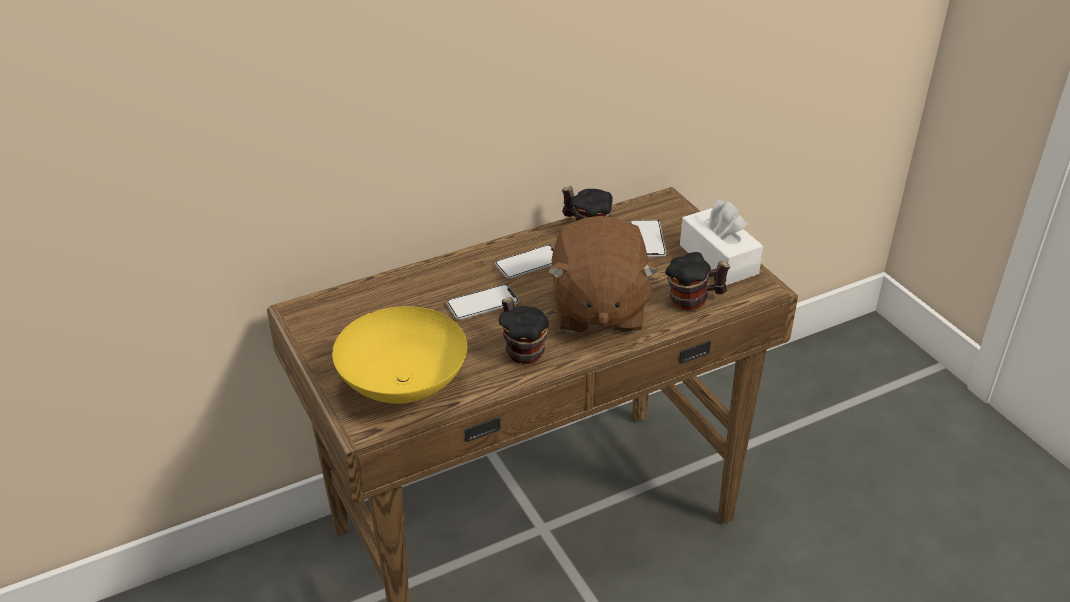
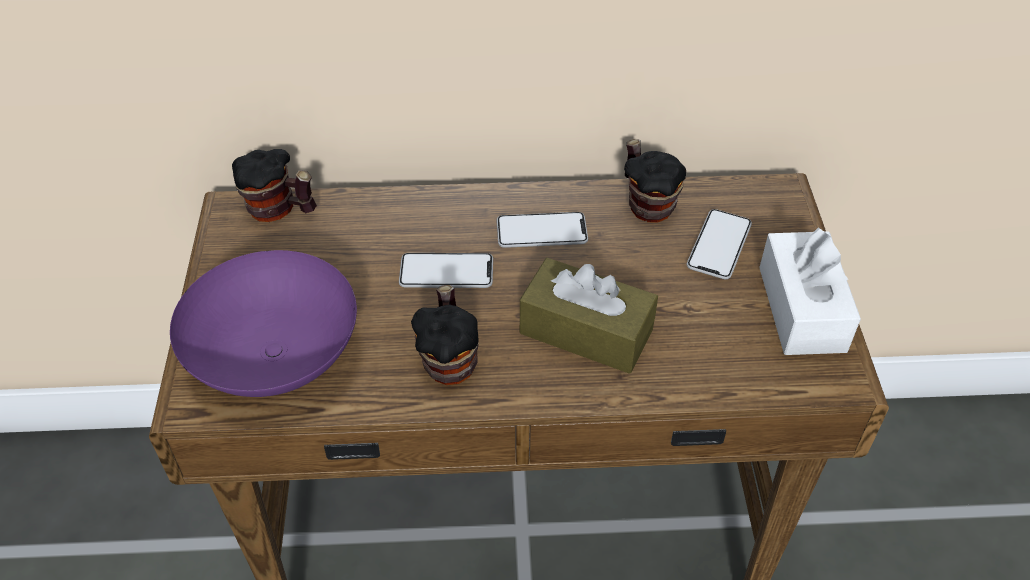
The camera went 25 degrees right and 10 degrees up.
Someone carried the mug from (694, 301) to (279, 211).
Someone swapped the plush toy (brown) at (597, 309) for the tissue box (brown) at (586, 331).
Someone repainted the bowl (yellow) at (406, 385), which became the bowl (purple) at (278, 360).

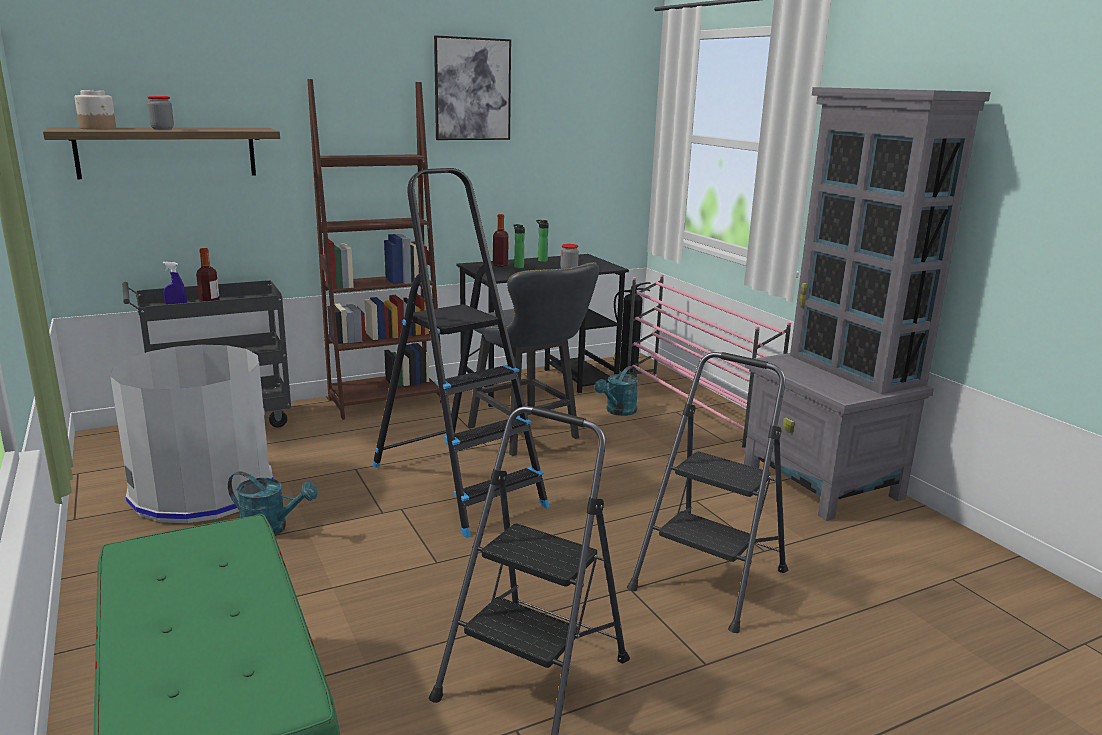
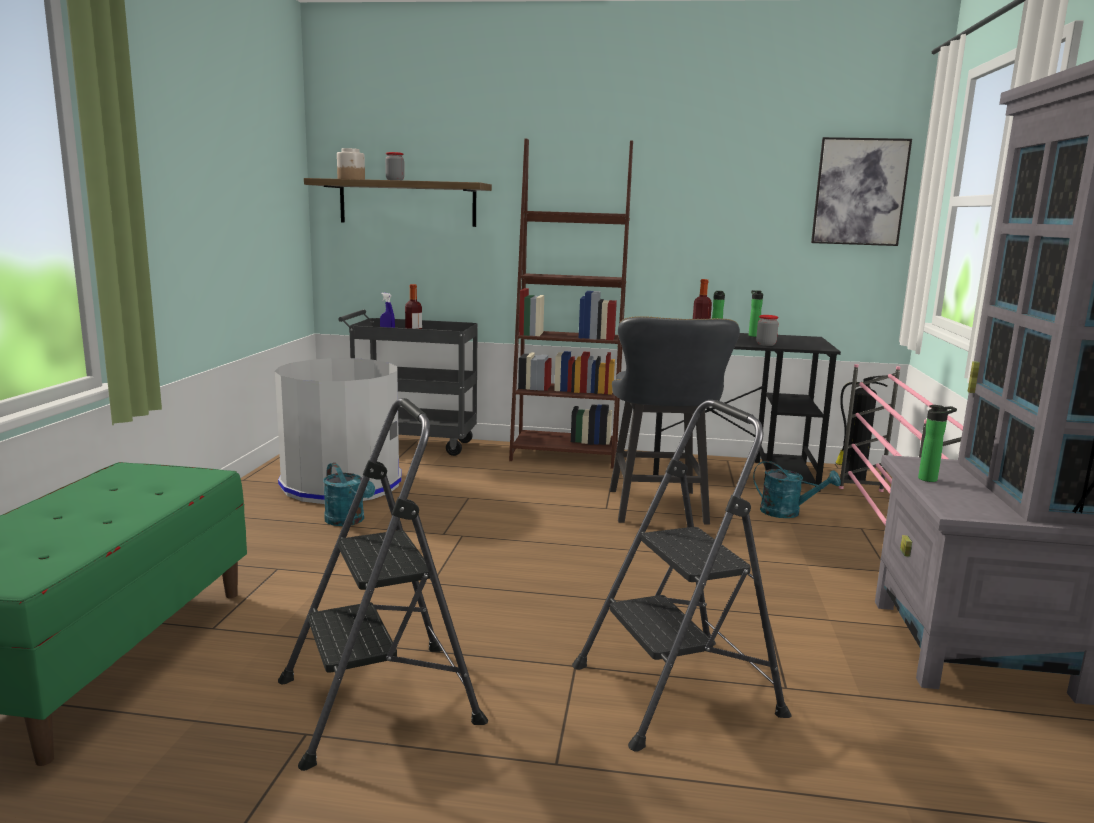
The camera went 35 degrees right and 5 degrees down.
Someone took away the step ladder (black) at (457, 485).
Someone put down the bottle at (930, 479).
Someone carried the picture from (472, 89) to (859, 192).
Someone rotated the watering can (turquoise) at (618, 412) by 135 degrees counterclockwise.

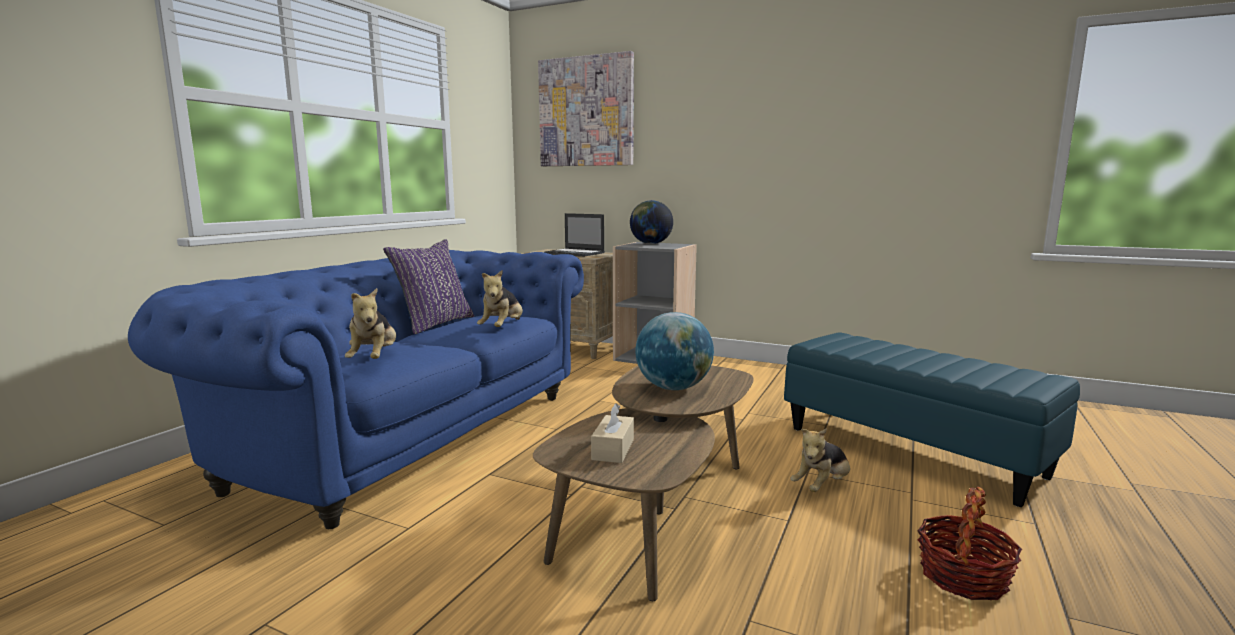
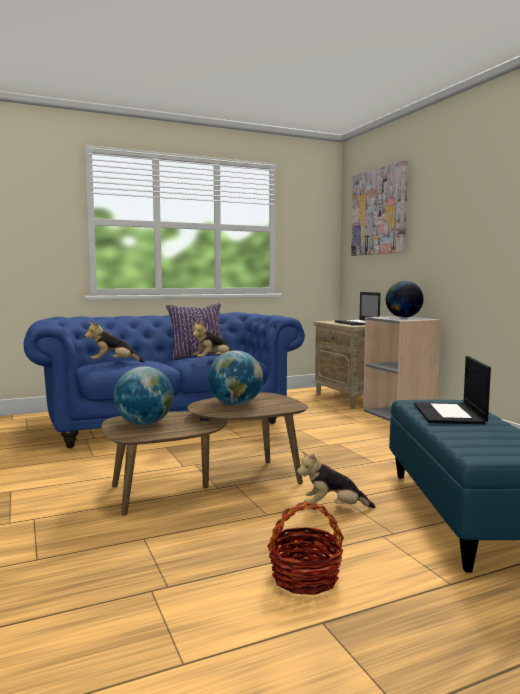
The camera went 40 degrees right and 5 degrees down.
Someone put down the laptop at (449, 414).
Someone swapped the tissue box (beige) at (613, 449) for the globe at (144, 424).
Someone rotated the plush toy at (374, 359) by 45 degrees clockwise.

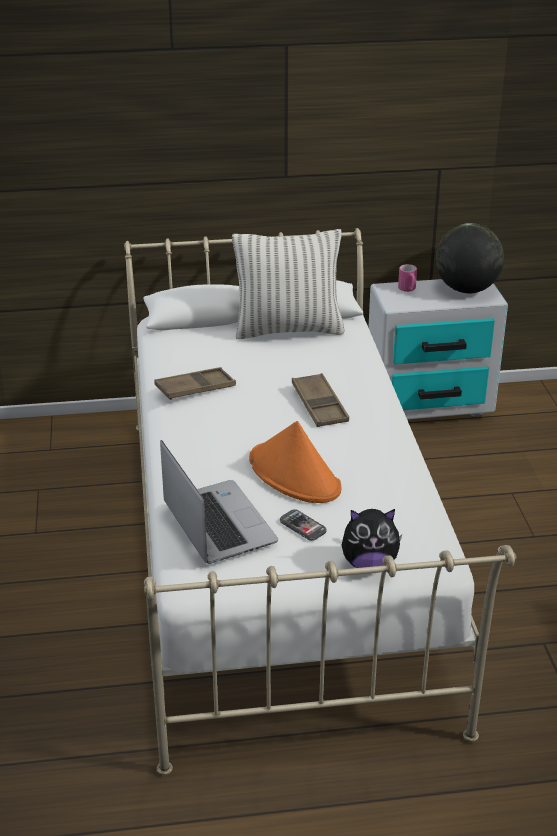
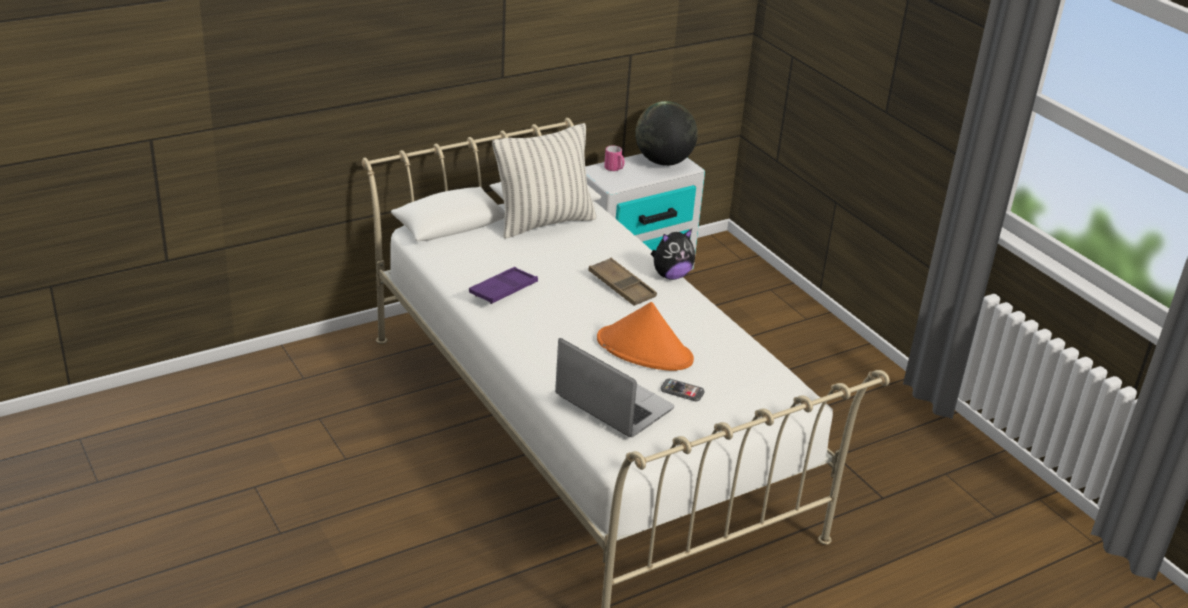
The camera went 25 degrees left and 0 degrees up.
Someone carried the plush toy from (369, 564) to (671, 275).
Someone repainted the tray (brown) at (195, 388), which became the tray (purple) at (503, 290).

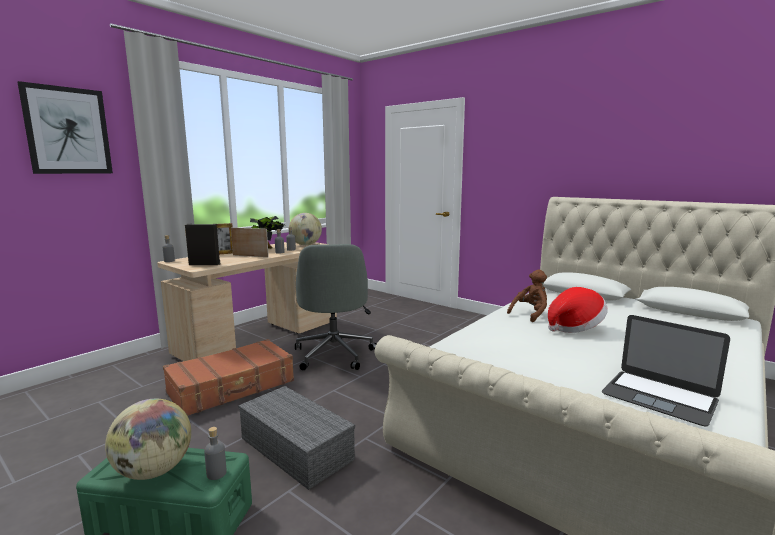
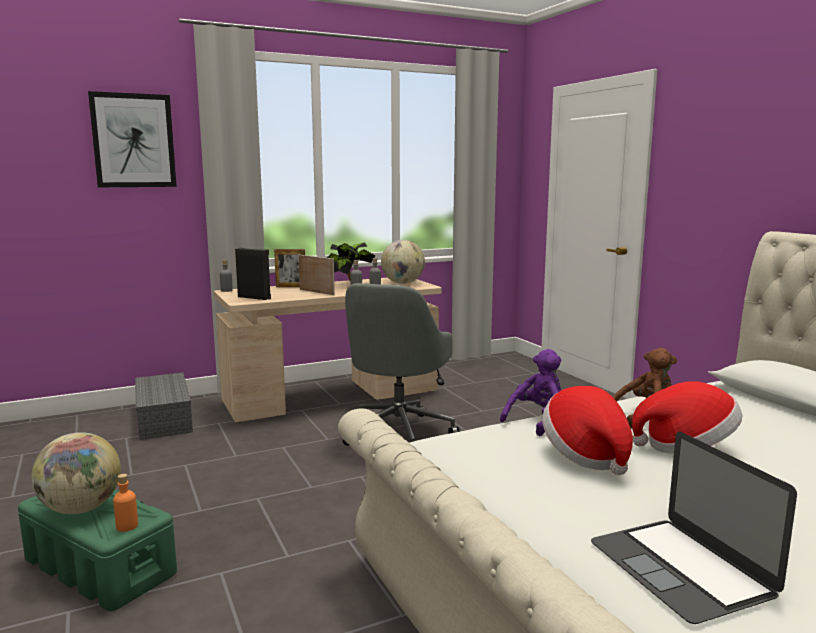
The camera went 25 degrees right and 0 degrees up.
Someone took away the suitcase (brown) at (232, 387).
Someone put down the plush toy (purple) at (537, 421).
Someone put down the hat at (586, 455).
Someone carried the storage box (grey) from (298, 448) to (165, 419).
Someone repainted the bottle (grey) at (216, 473), which became the bottle (orange) at (127, 526).

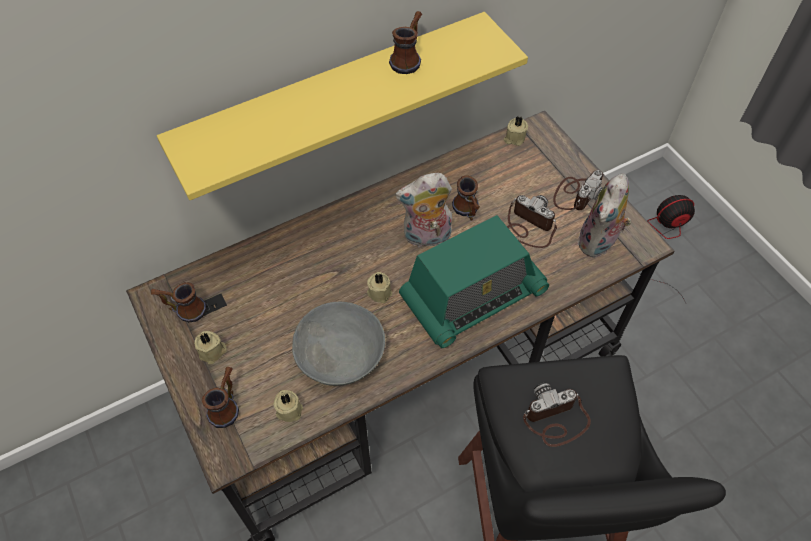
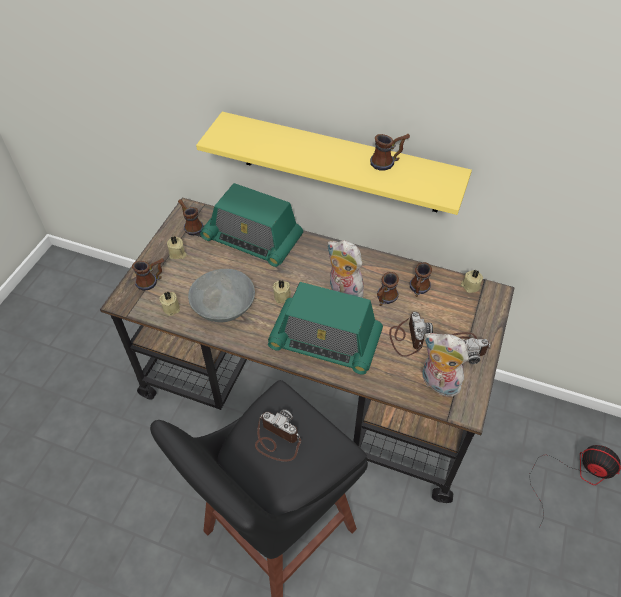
The camera went 50 degrees right and 5 degrees down.
Someone put down the radio at (252, 239).
Someone put down the mug at (418, 290).
Someone rotated the plush toy at (599, 243) by 45 degrees clockwise.

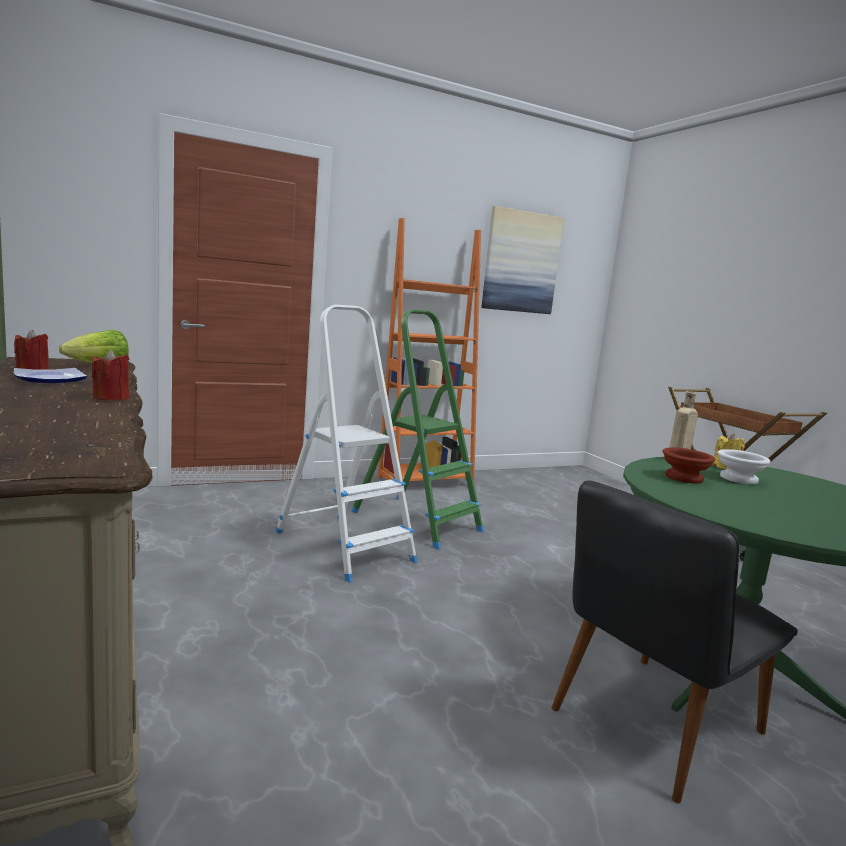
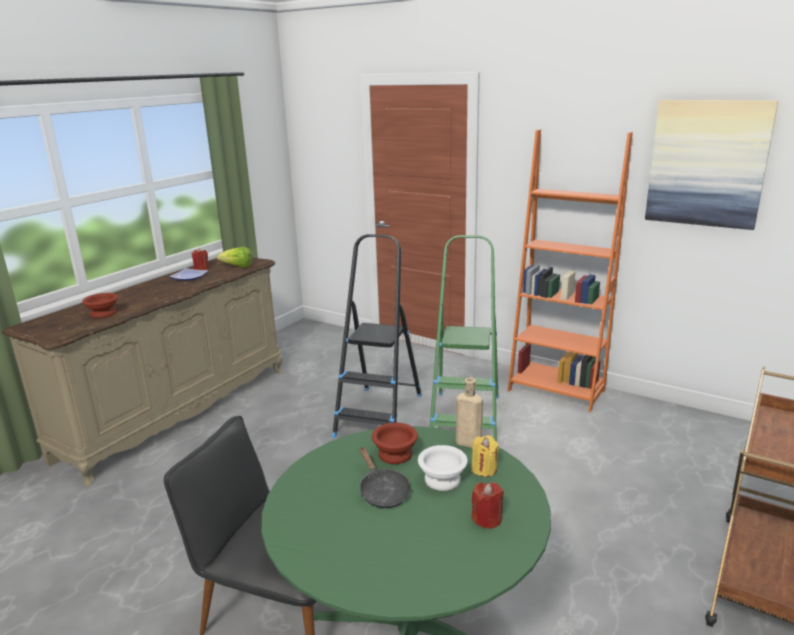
The camera went 60 degrees right and 10 degrees up.
Someone put down the bowl (brown) at (102, 314).
Someone put down the frying pan (black) at (382, 491).
Someone carried the candle (red) from (111, 398) to (487, 519).
Someone repainted the step ladder (white) at (345, 546), which became the step ladder (black) at (378, 415).

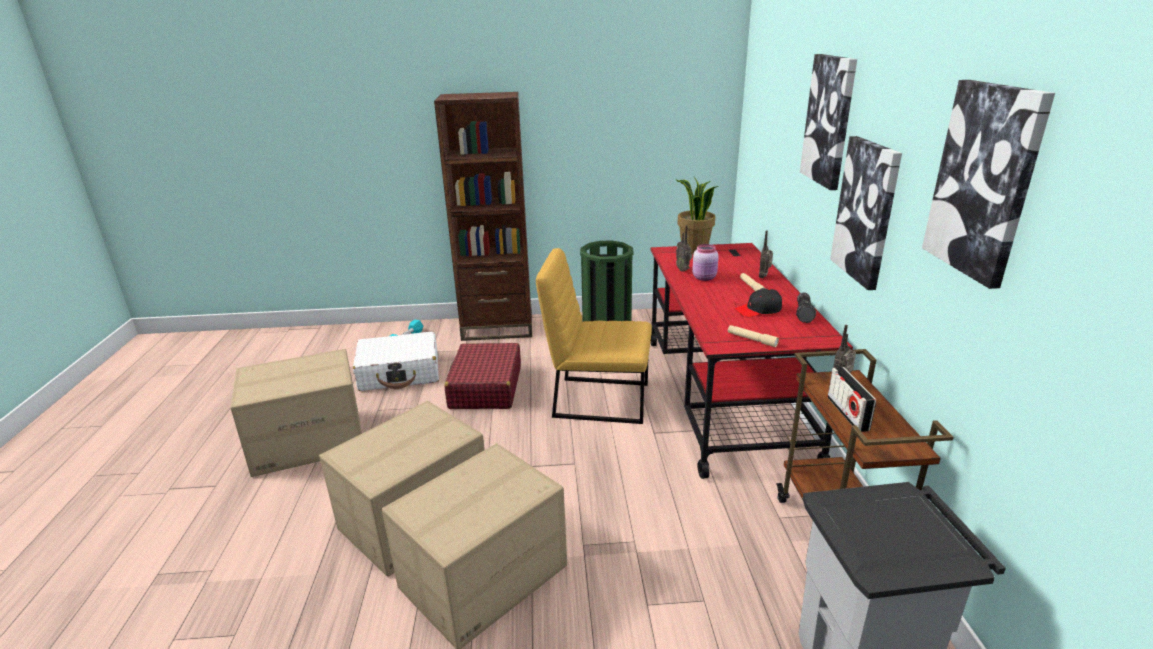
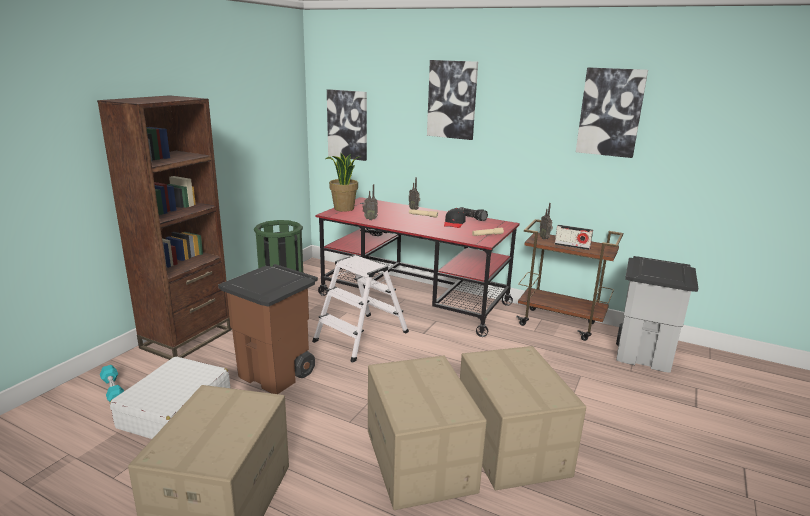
The camera went 60 degrees left and 5 degrees down.
Someone took away the jar (pink) at (705, 278).
Someone carried the picture from (866, 211) to (348, 124).
Someone swapped the suitcase (red) at (485, 387) for the trash can (brown) at (277, 374).
Someone swapped the chair (yellow) at (598, 399) for the step ladder (white) at (361, 336).

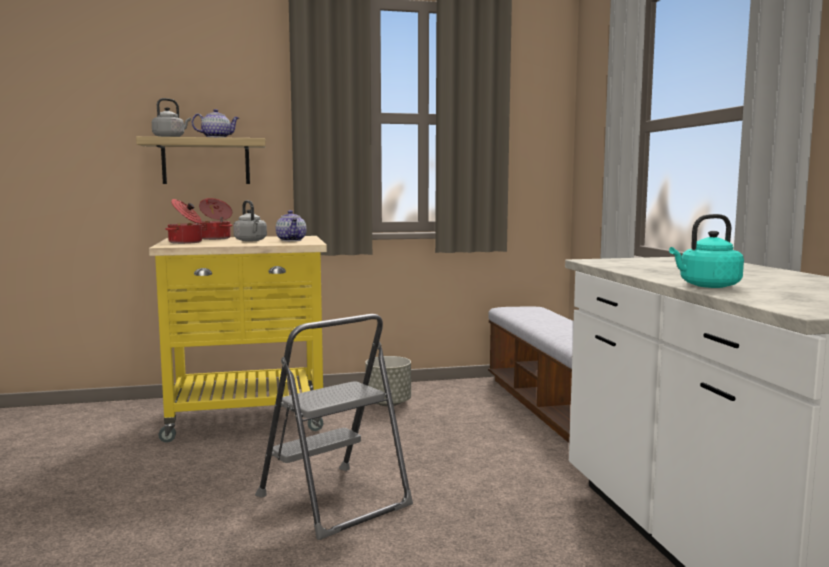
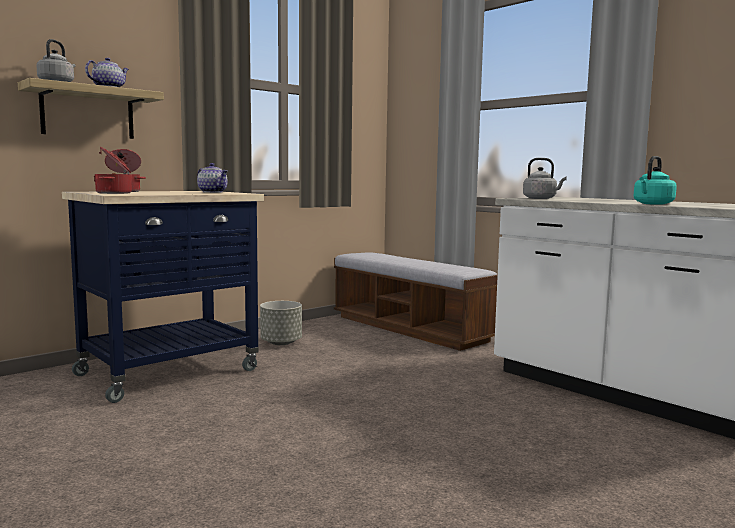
The camera went 30 degrees left and 0 degrees up.
Someone took away the step ladder (grey) at (336, 502).
Someone carried the kettle (grey) from (251, 241) to (541, 198).
Someone repainted the cart (yellow) at (247, 419), which became the cart (blue) at (169, 372).

